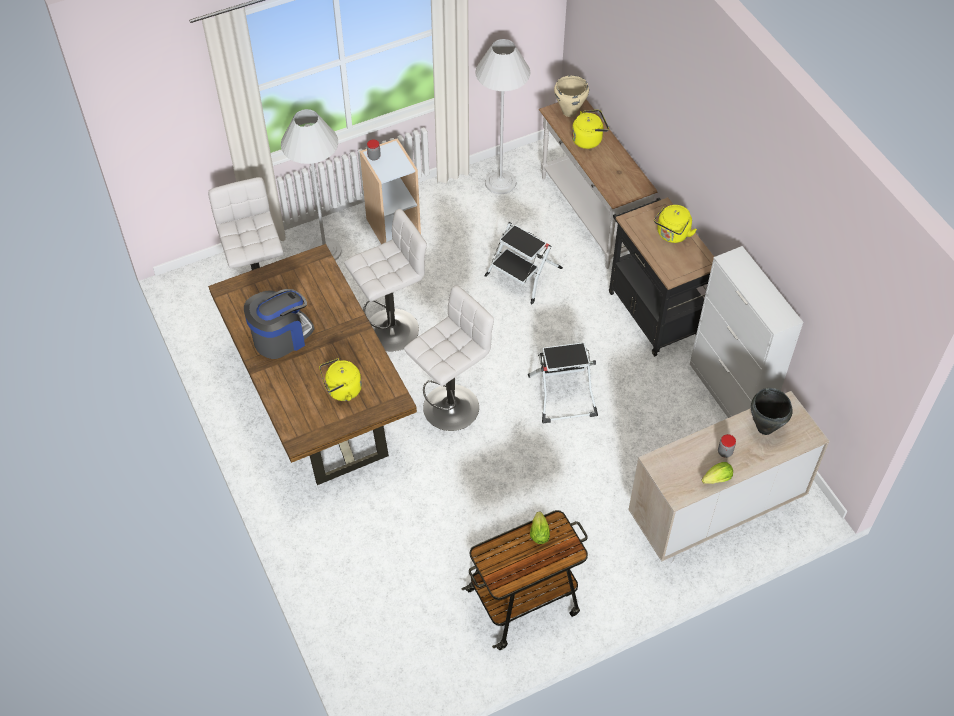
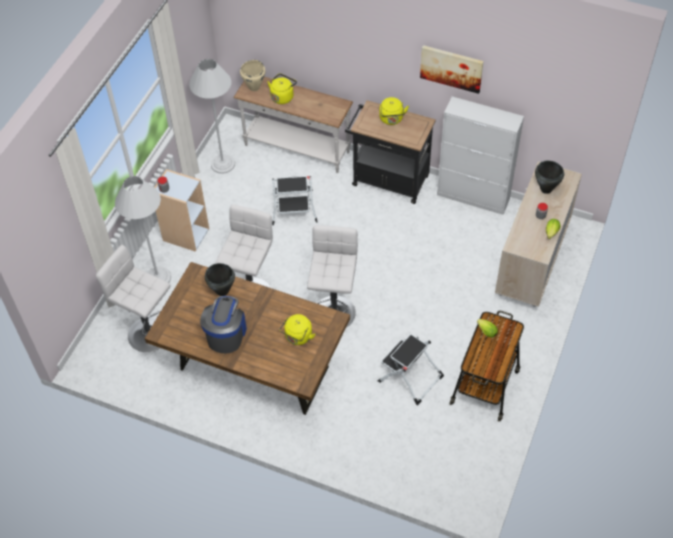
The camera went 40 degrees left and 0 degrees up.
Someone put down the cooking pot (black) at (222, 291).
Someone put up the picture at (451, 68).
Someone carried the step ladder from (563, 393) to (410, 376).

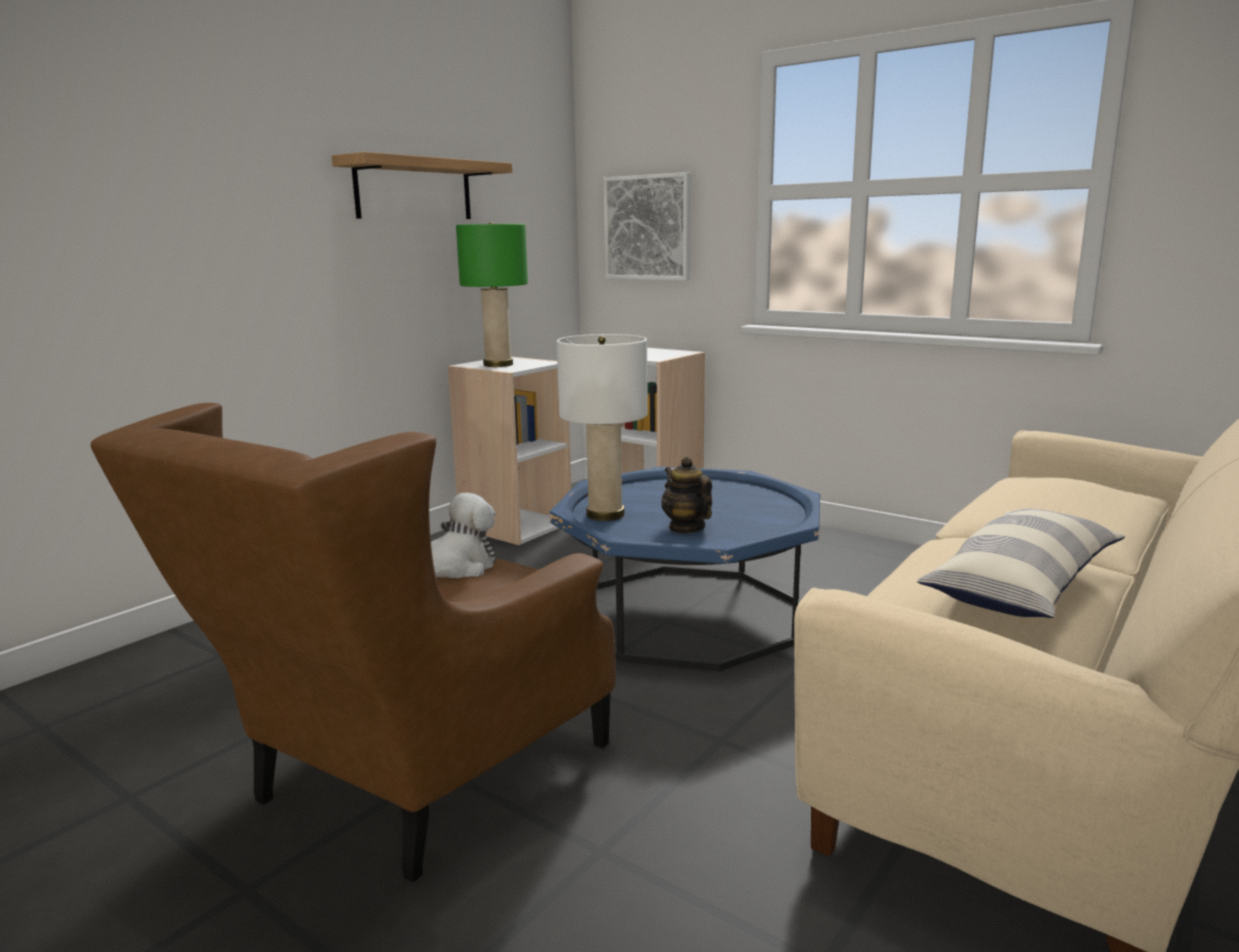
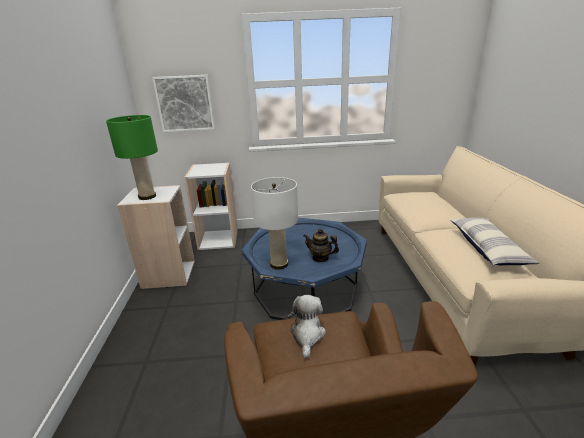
The camera went 40 degrees left and 10 degrees up.
Someone took away the shelf at (414, 190).

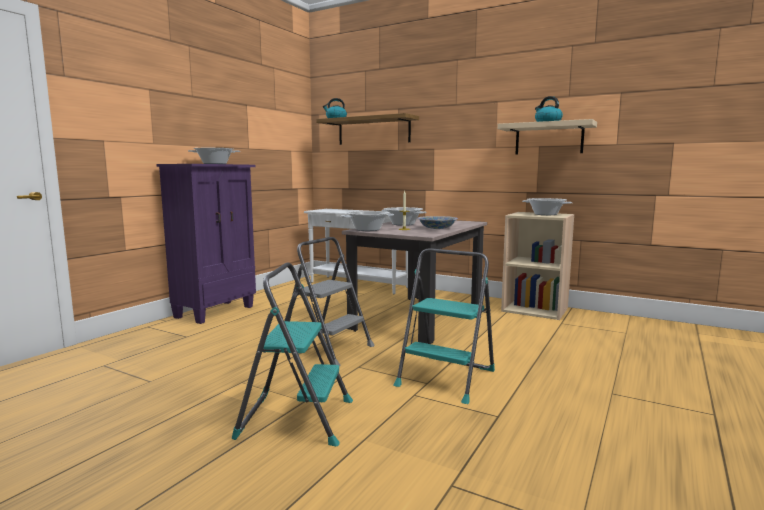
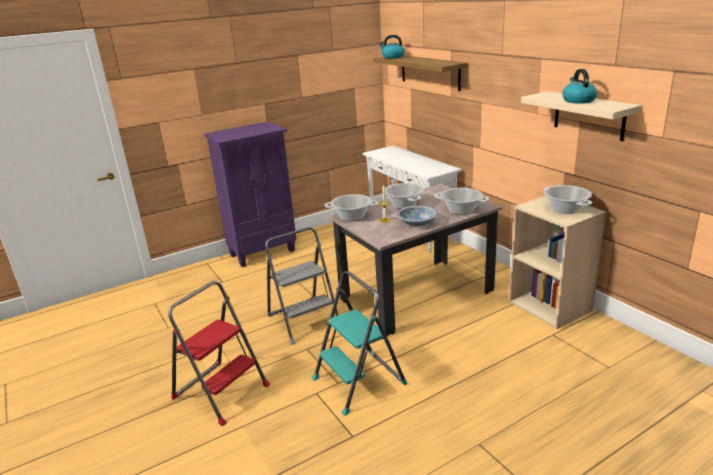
The camera went 30 degrees right and 15 degrees up.
Someone carried the cooking pot from (215, 164) to (461, 210).
Someone repainted the step ladder (turquoise) at (291, 417), which became the step ladder (red) at (218, 390).

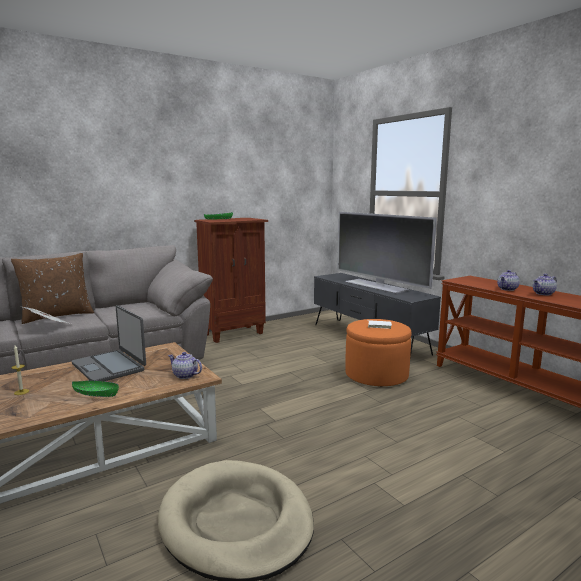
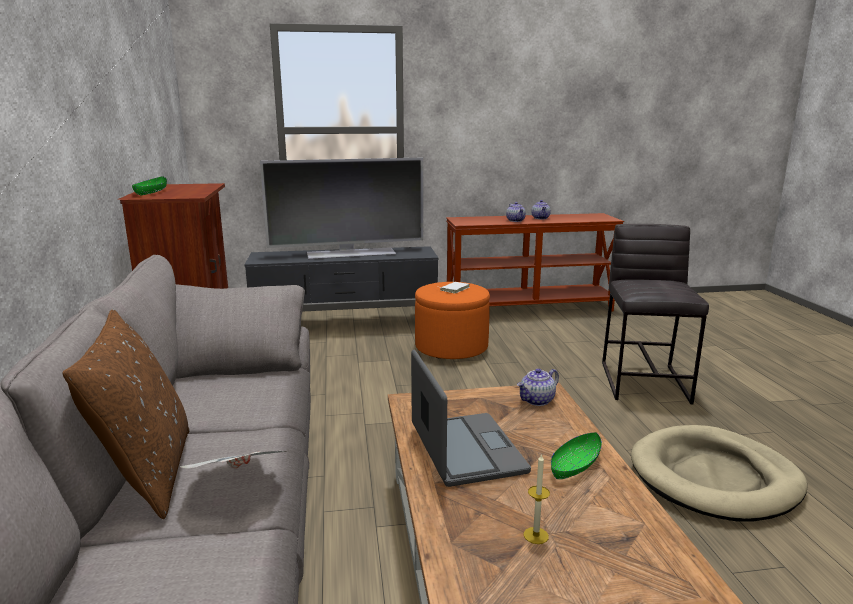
The camera went 65 degrees left and 5 degrees up.
Someone put down the stool (grey) at (645, 382).
Someone rotated the laptop at (109, 367) by 90 degrees counterclockwise.

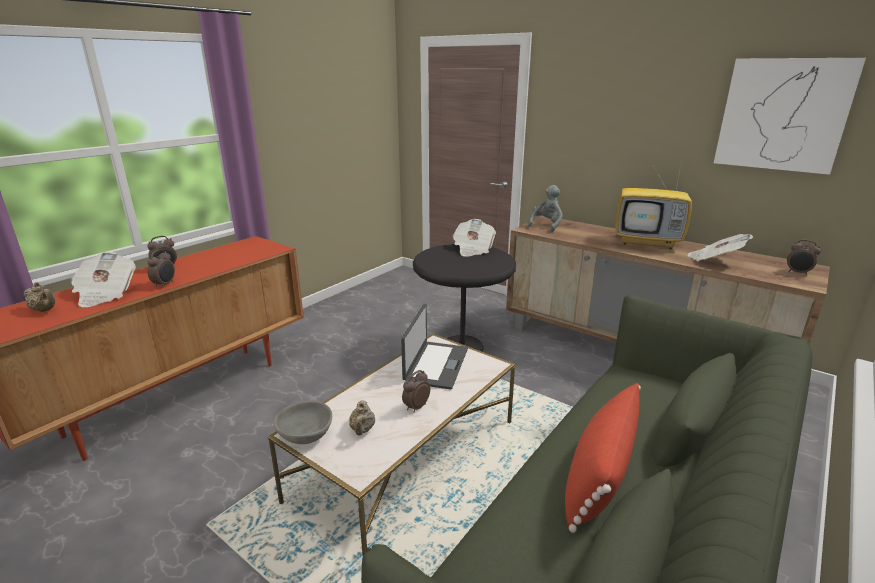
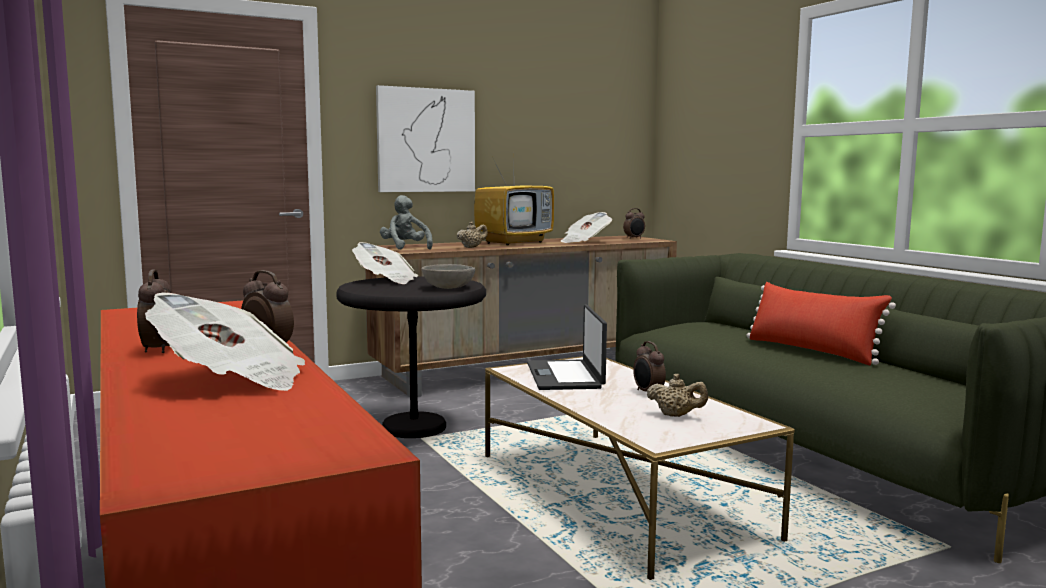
The camera went 65 degrees left and 15 degrees down.
Someone carried the teapot (beige) from (45, 310) to (472, 247).
Someone carried the bowl (grey) from (306, 435) to (449, 288).
Someone carried the picture from (782, 115) to (426, 140).
Someone rotated the laptop at (435, 365) by 135 degrees counterclockwise.

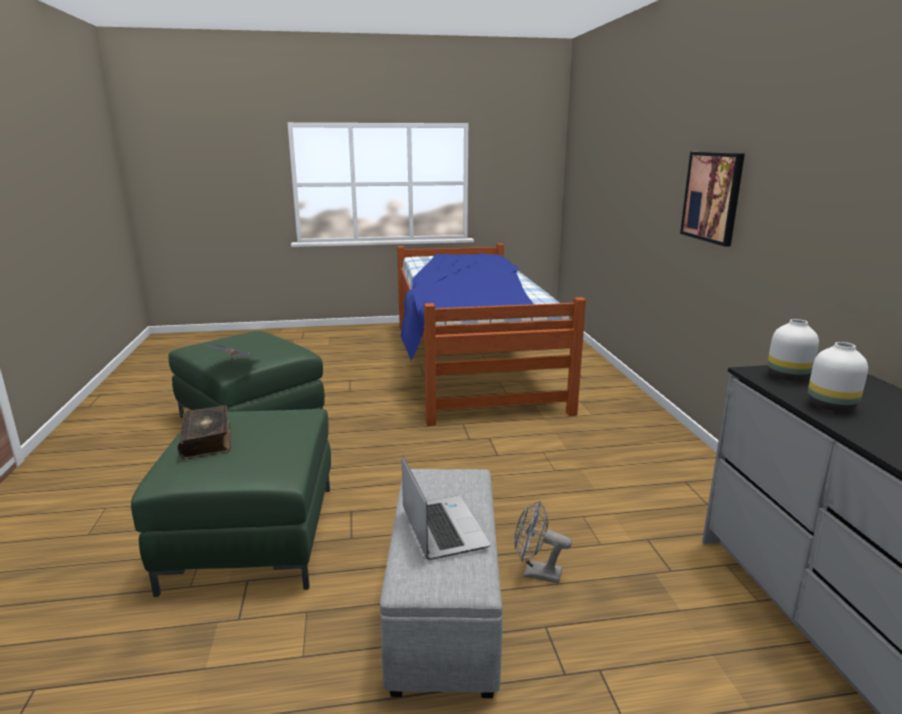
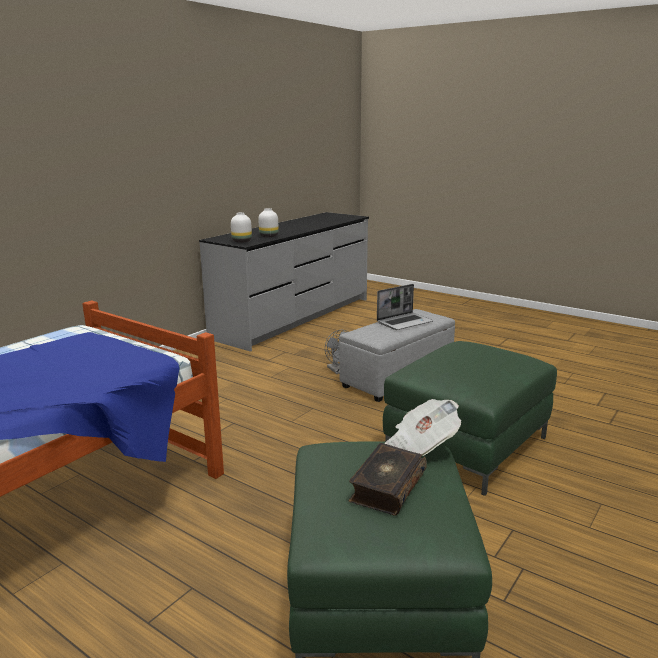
The camera went 135 degrees left and 0 degrees up.
Someone took away the picture at (712, 197).
Someone carried the book from (207, 440) to (386, 487).
Someone rotated the laptop at (442, 528) by 150 degrees counterclockwise.

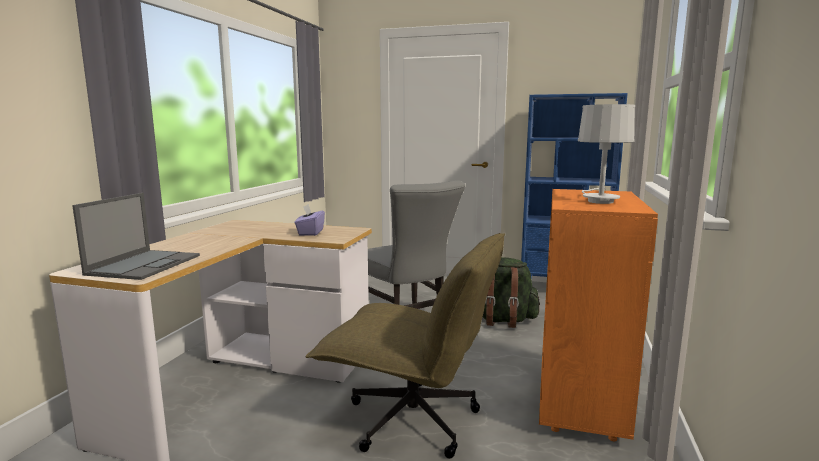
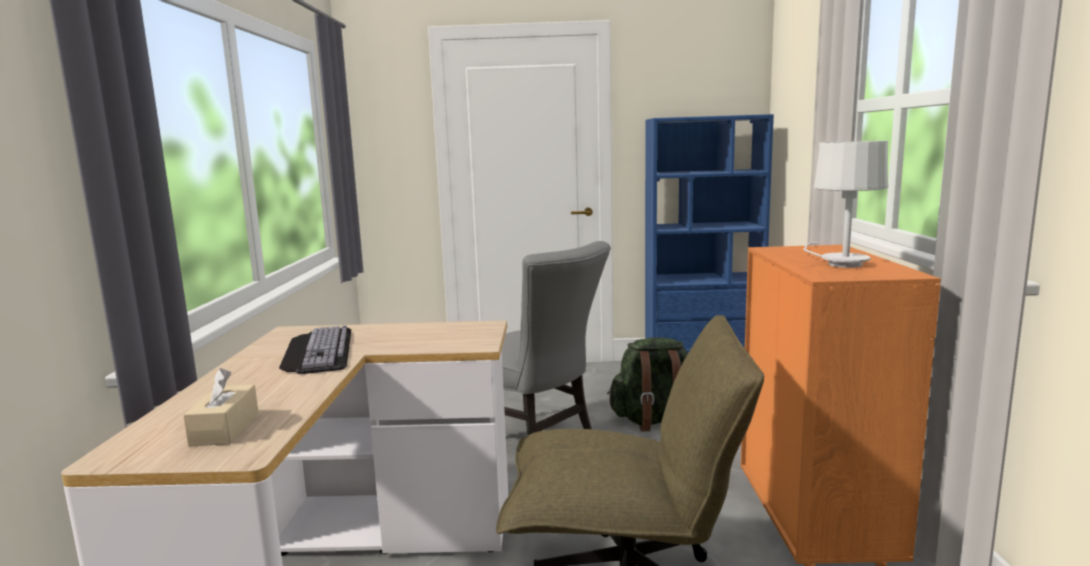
The camera went 15 degrees left and 0 degrees up.
Someone took away the tissue box (purple) at (310, 232).
Someone put down the keyboard at (316, 351).
Someone swapped the laptop at (145, 264) for the tissue box (beige) at (225, 429).

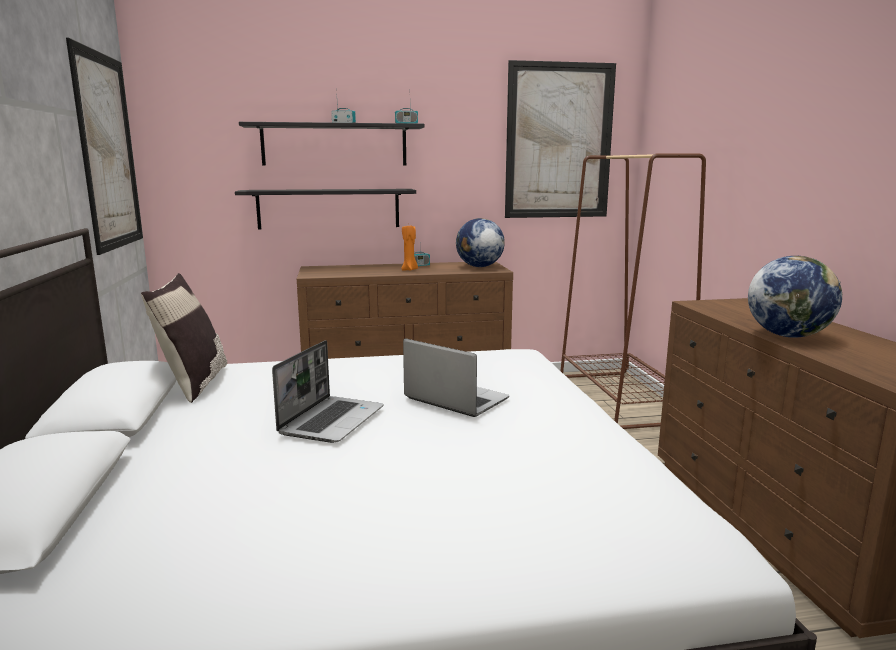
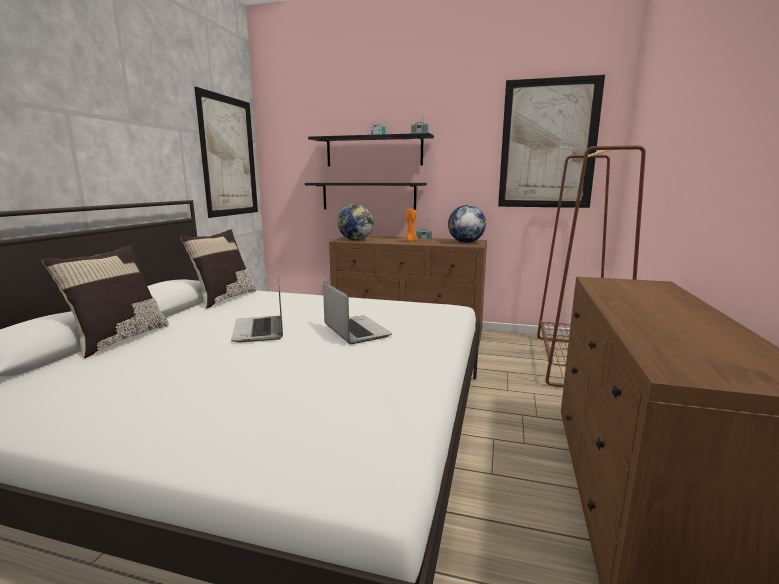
The camera went 25 degrees right and 0 degrees up.
Someone put down the pillow at (119, 339).
Someone carried the globe from (788, 335) to (356, 240).
Someone rotated the laptop at (332, 420) by 120 degrees clockwise.

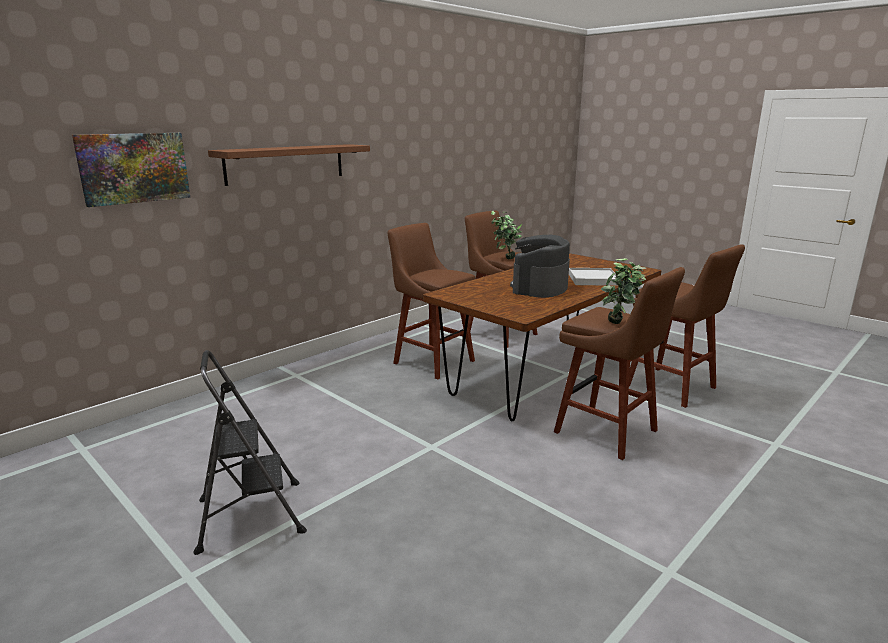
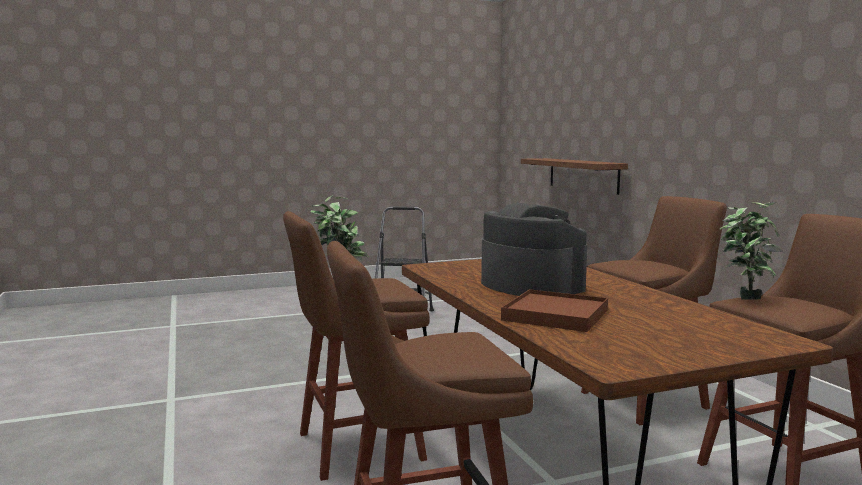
The camera went 115 degrees right and 10 degrees down.
Someone took away the picture at (134, 168).
Someone carried the shelf from (286, 163) to (583, 175).
Someone repainted the tray (white) at (593, 279), which became the tray (brown) at (555, 315).

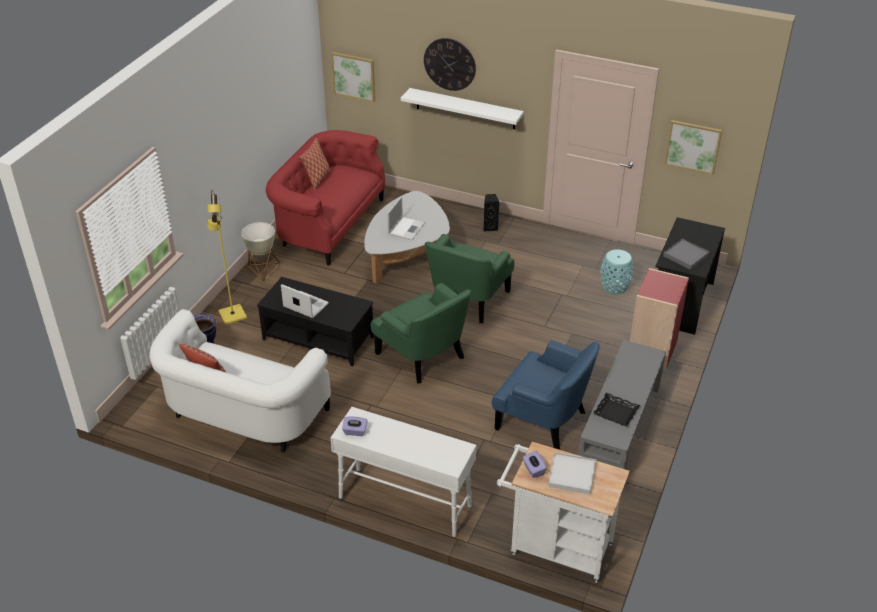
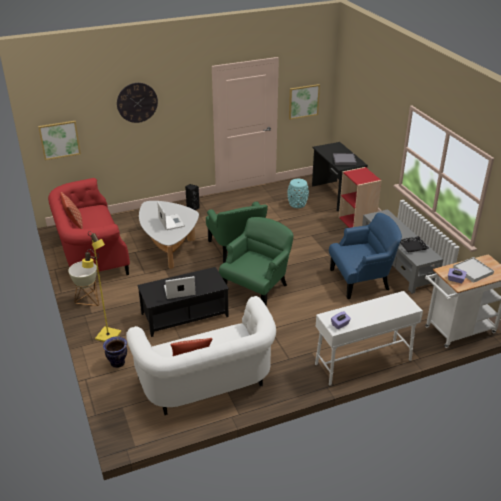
The camera went 45 degrees left and 5 degrees down.
Someone took away the shelf (white) at (465, 108).
Someone rotated the armchair (green) at (423, 355) by 60 degrees counterclockwise.

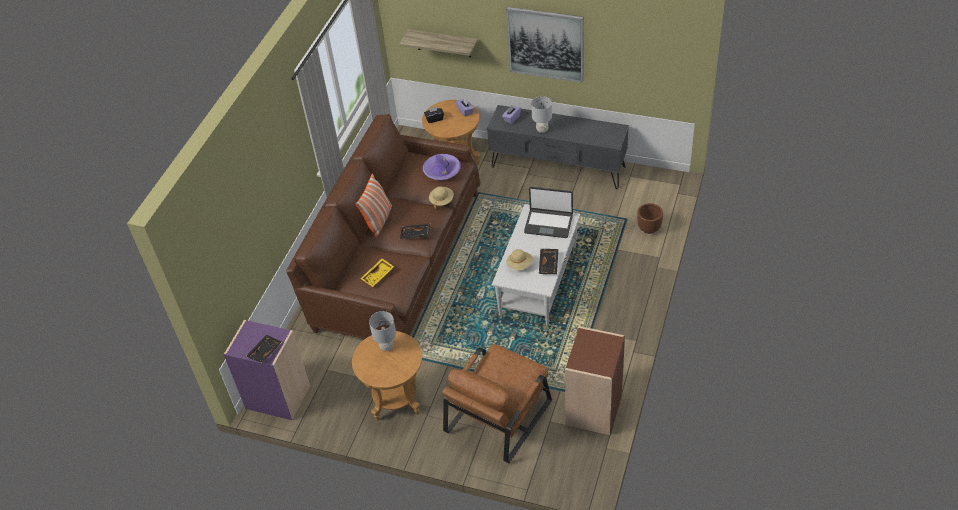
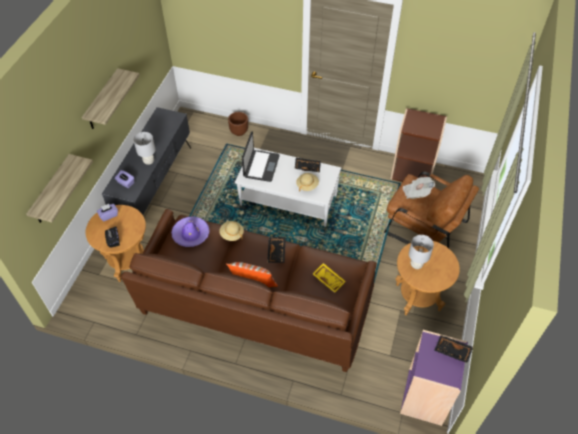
The camera went 95 degrees left and 5 degrees up.
Someone put down the newspaper at (416, 192).
Someone swapped the picture at (546, 44) for the shelf at (102, 100).

